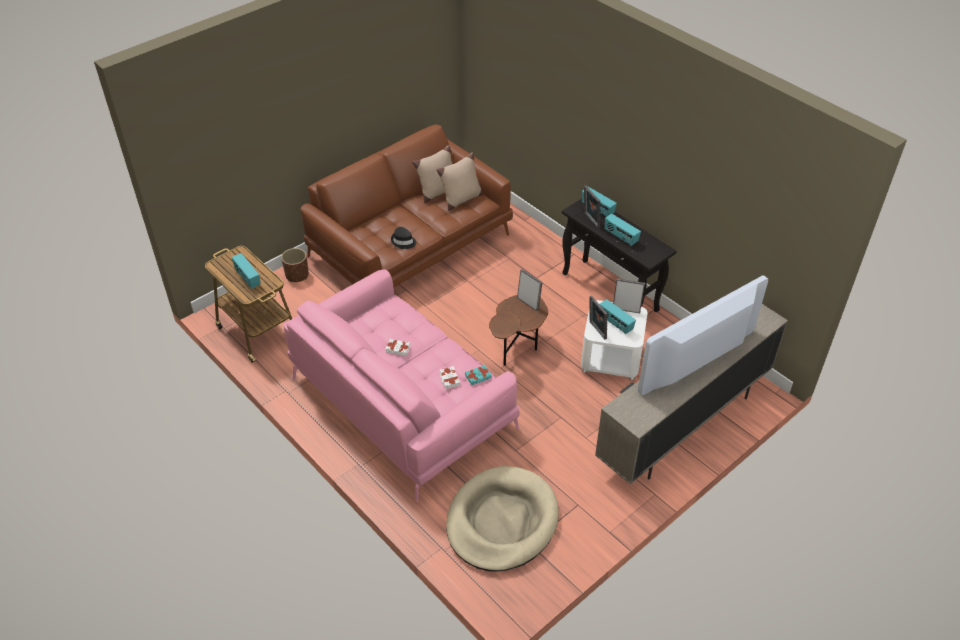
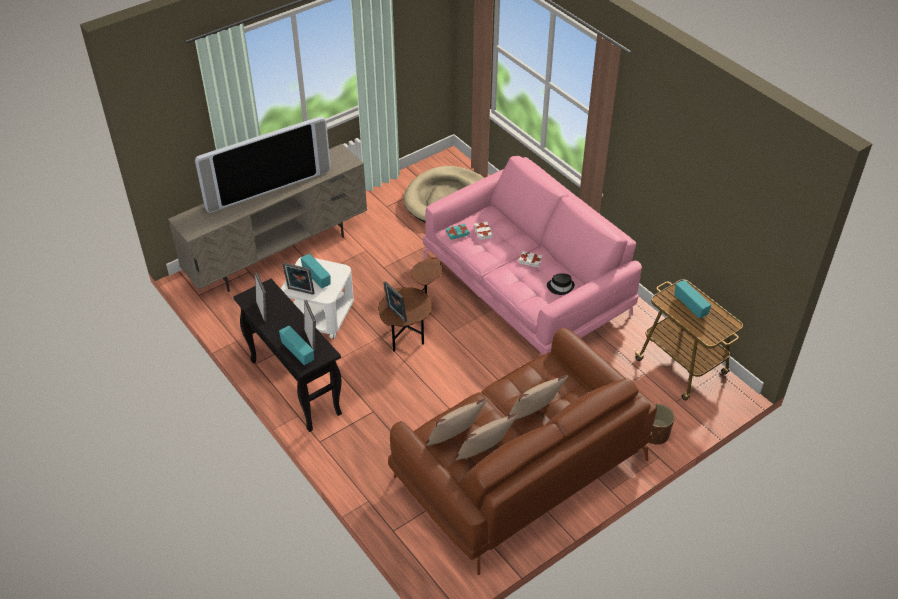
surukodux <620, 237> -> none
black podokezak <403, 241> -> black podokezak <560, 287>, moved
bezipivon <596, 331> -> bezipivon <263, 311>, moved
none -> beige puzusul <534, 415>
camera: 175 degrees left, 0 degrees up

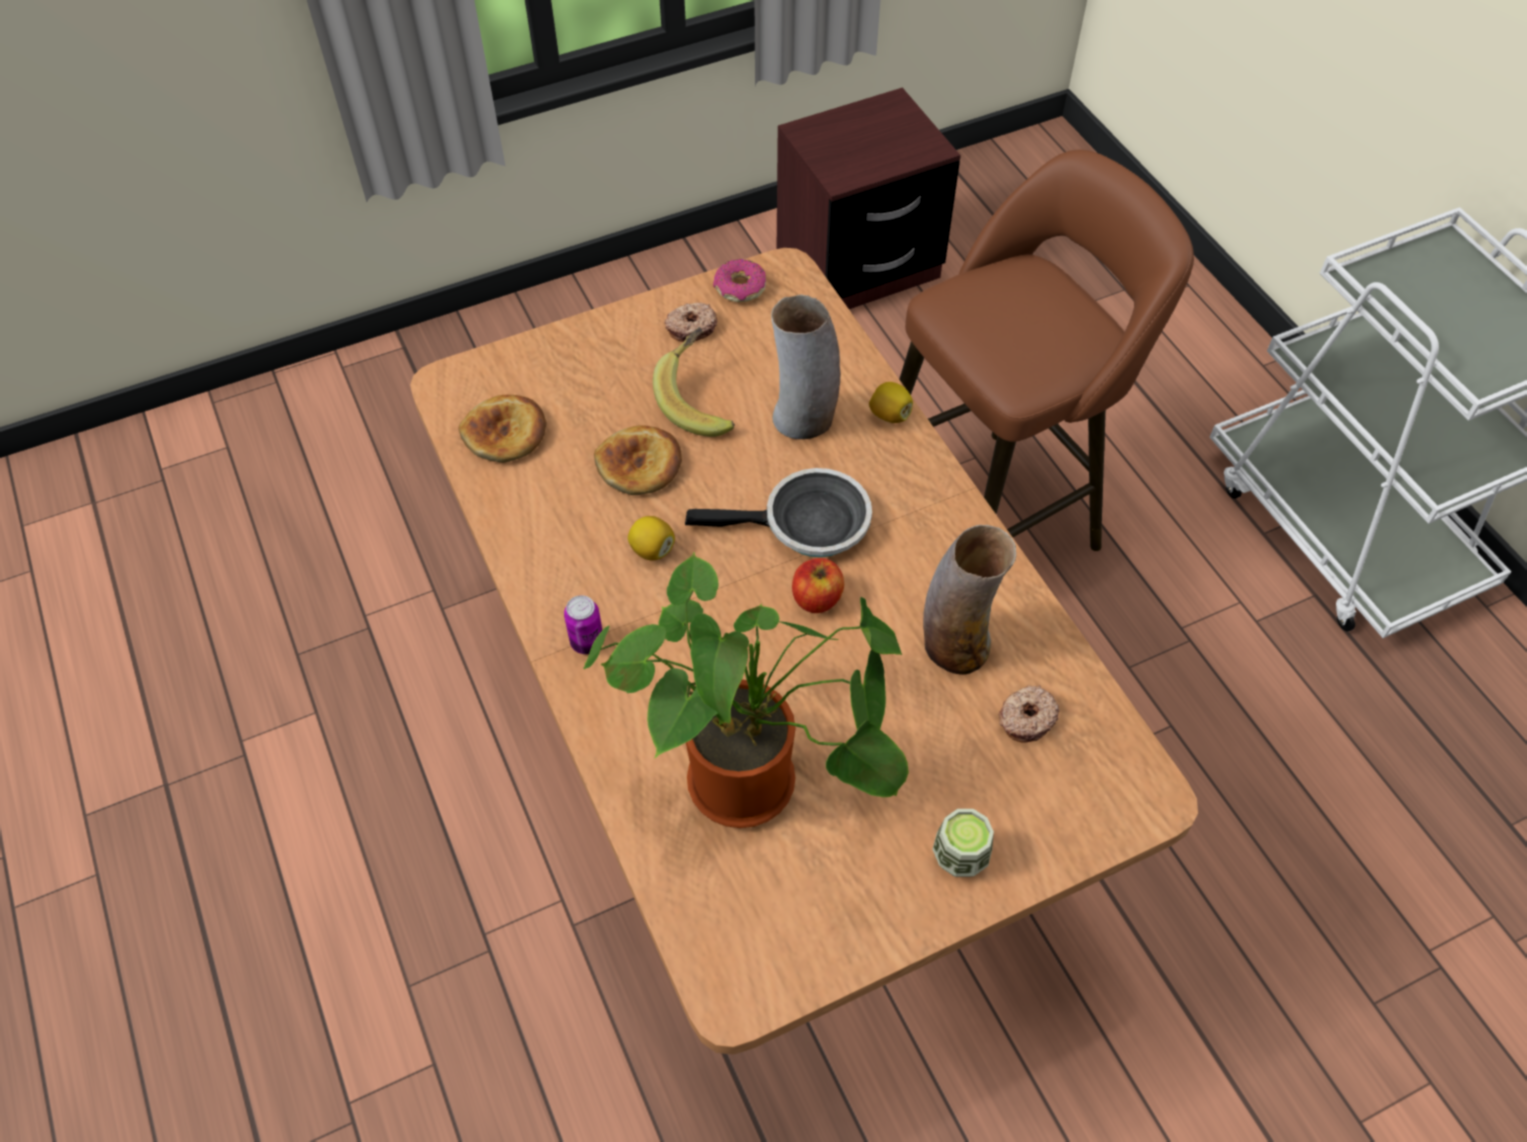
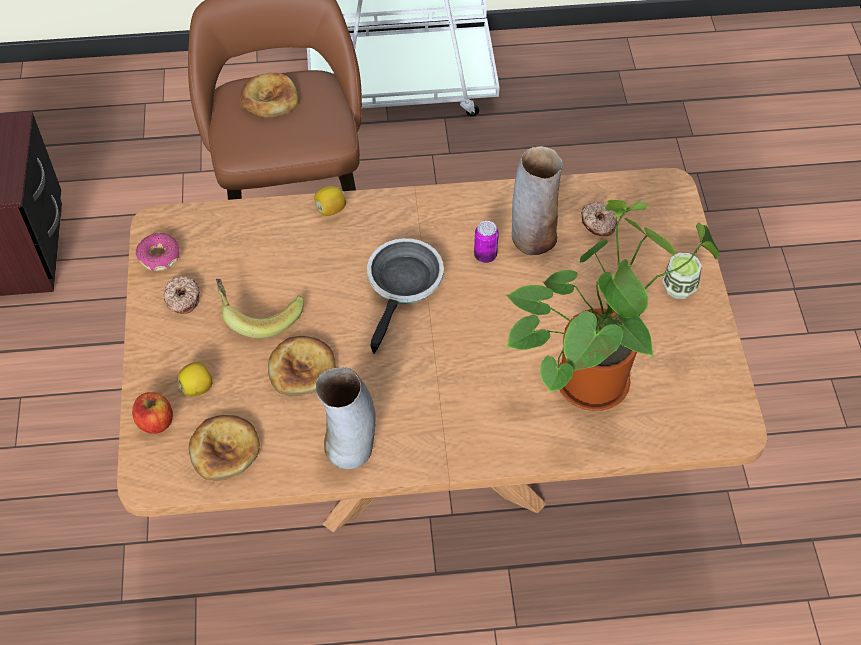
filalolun <804, 419> -> filalolun <350, 446>, moved
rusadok <652, 550> -> rusadok <197, 387>, moved
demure <816, 598> -> demure <155, 422>, moved
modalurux <587, 642> -> modalurux <485, 255>, moved
none -> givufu <269, 99>
camera: 70 degrees left, 0 degrees up

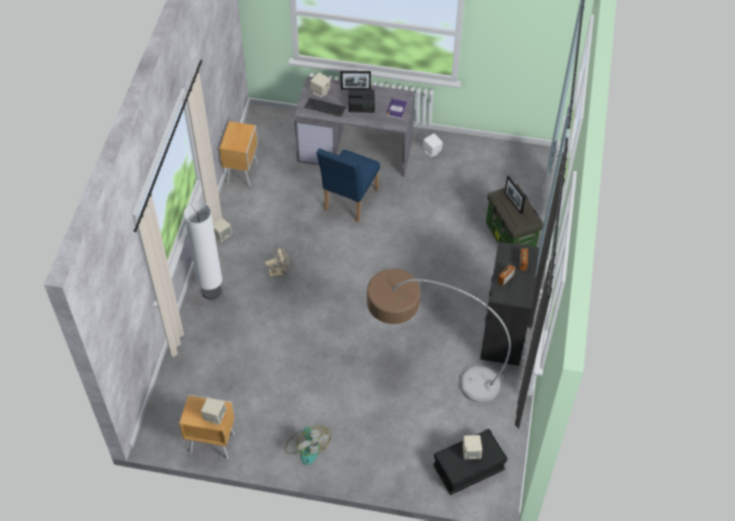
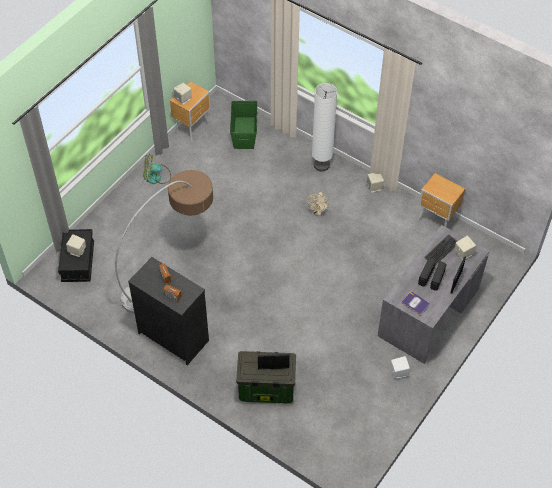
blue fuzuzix <348, 202> -> none
none -> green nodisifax <244, 133>
camera: 115 degrees right, 0 degrees up

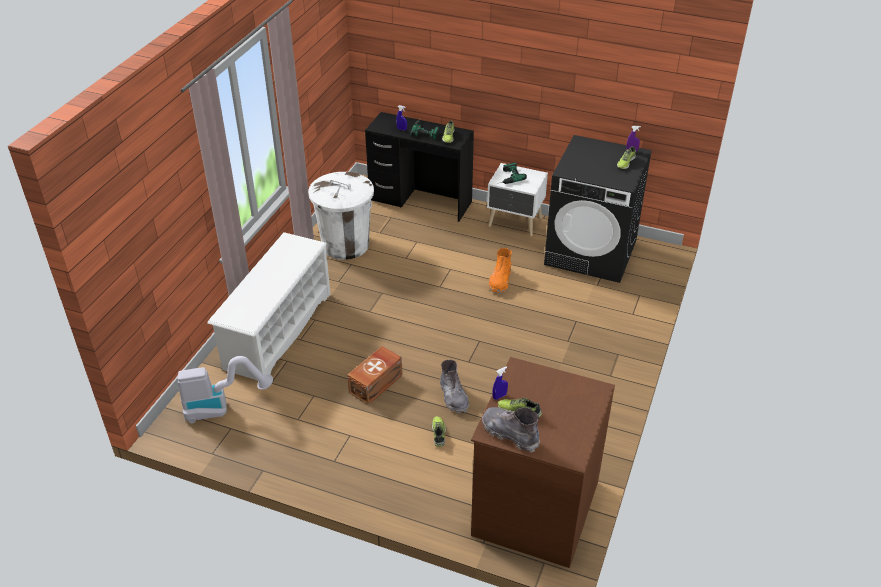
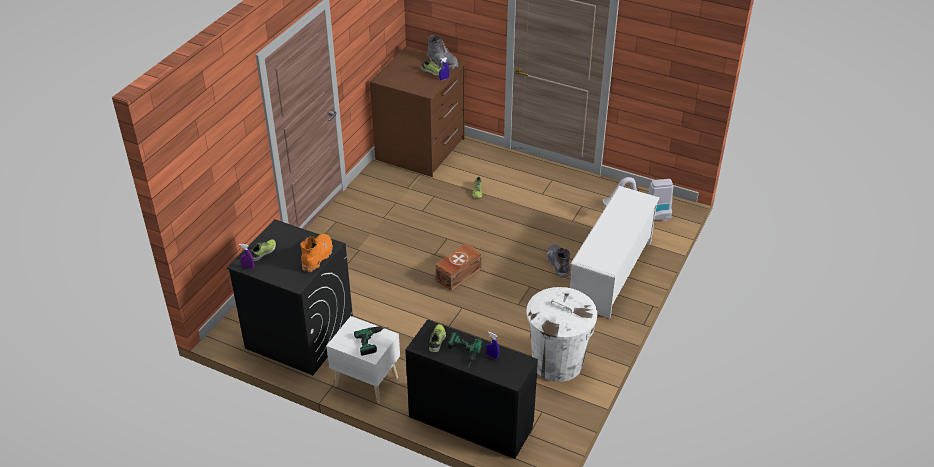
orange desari <500, 281> -> orange desari <317, 257>, moved
brown nodisifax <377, 383> -> brown nodisifax <457, 274>, moved
grey desari <453, 397> -> grey desari <558, 264>, moved
camera: 175 degrees left, 0 degrees up

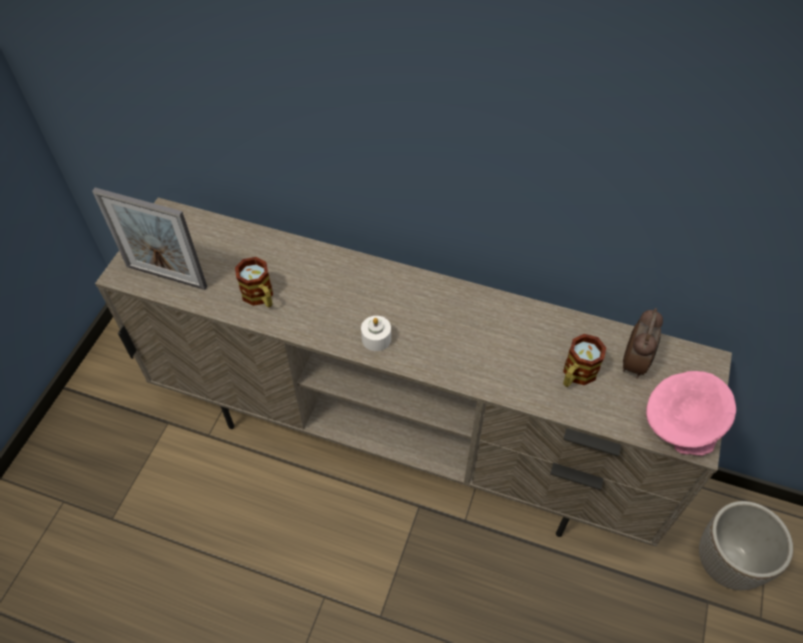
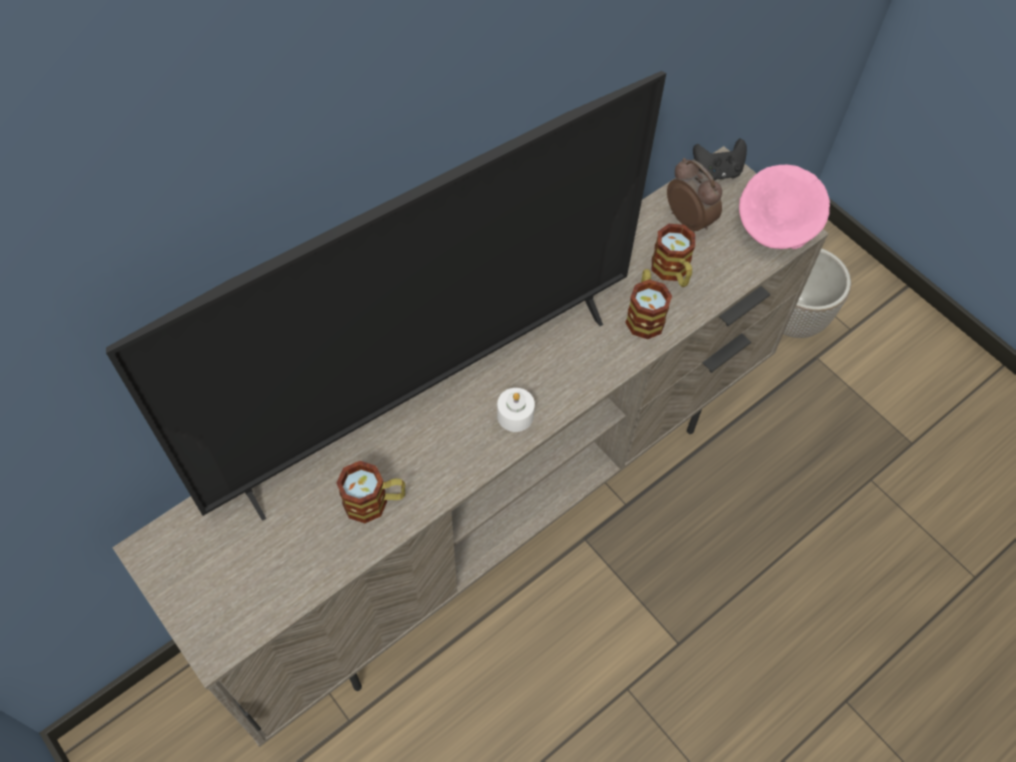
bezipivon <166, 276> -> none
none -> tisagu <426, 396>
none -> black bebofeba <717, 171>
none -> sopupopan <644, 314>
camera: 60 degrees left, 5 degrees up

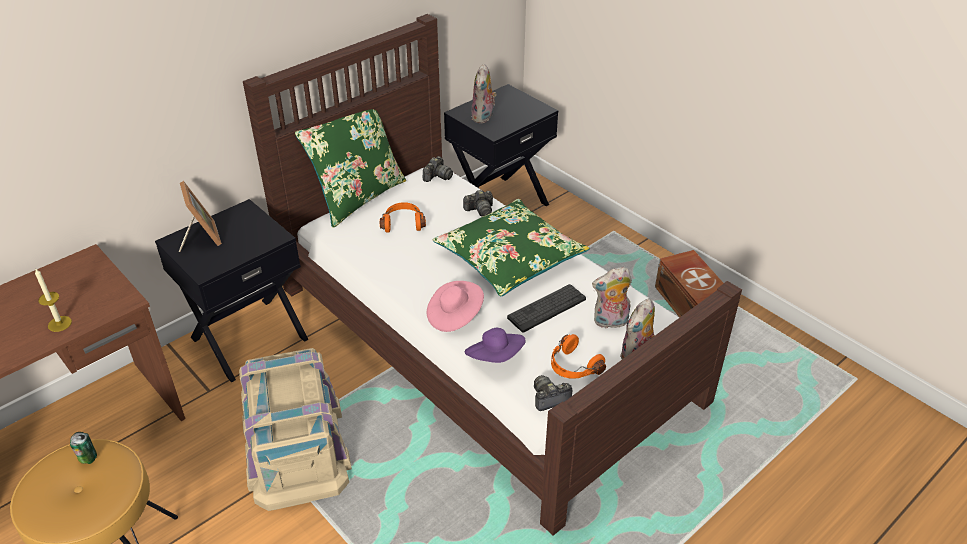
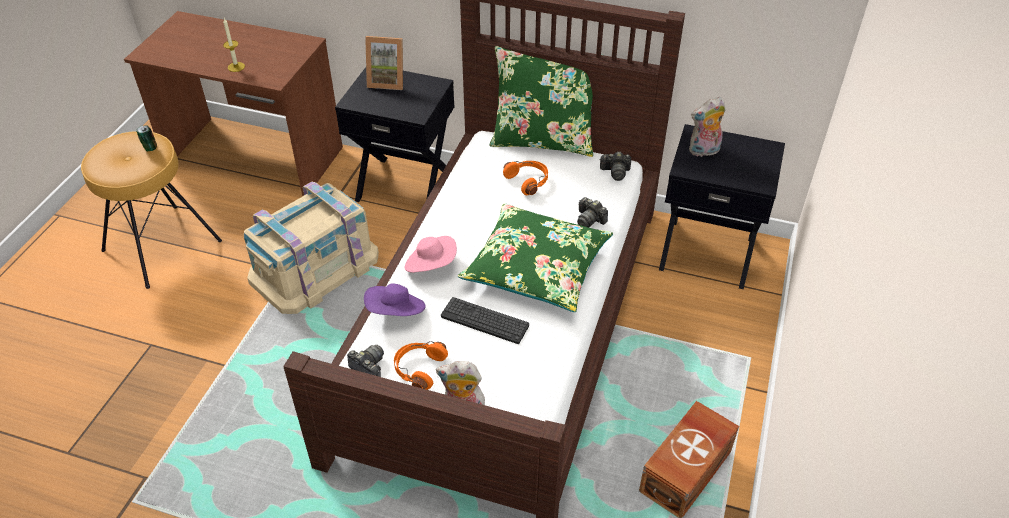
bezipivon <200, 237> -> bezipivon <387, 81>, 60 degrees clockwise
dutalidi <610, 322> -> none
camera: 60 degrees right, 5 degrees up

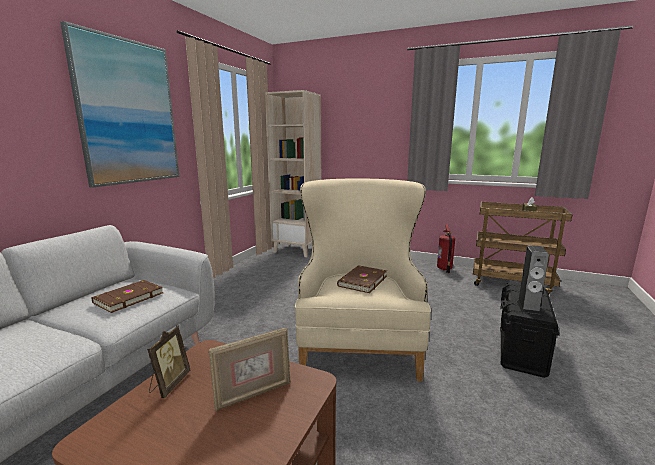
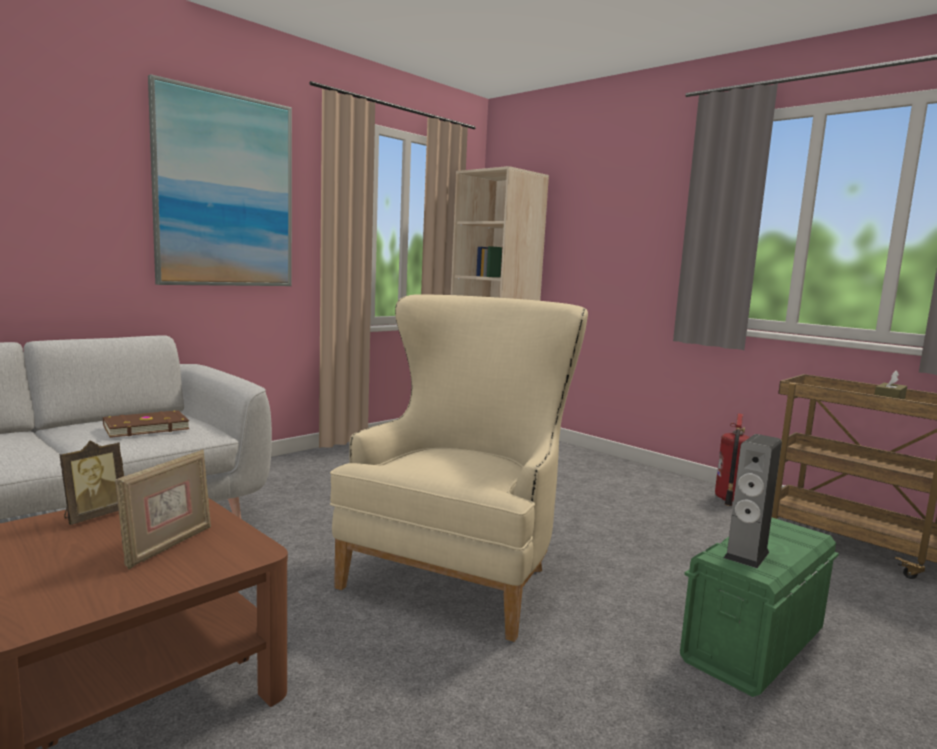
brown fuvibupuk <361, 281> -> none
black nodisifax <521, 349> -> green nodisifax <752, 645>
bezipivon <253, 394> -> bezipivon <168, 546>, 60 degrees counterclockwise
camera: 20 degrees right, 5 degrees down

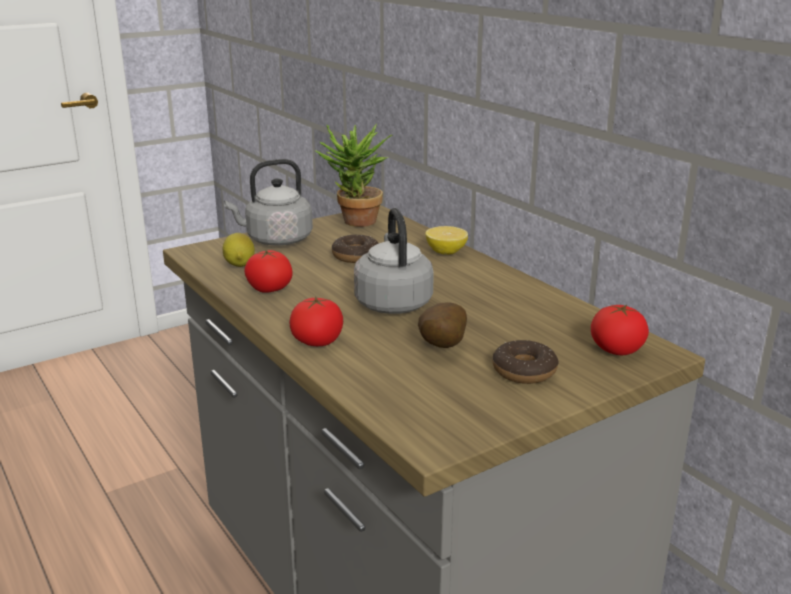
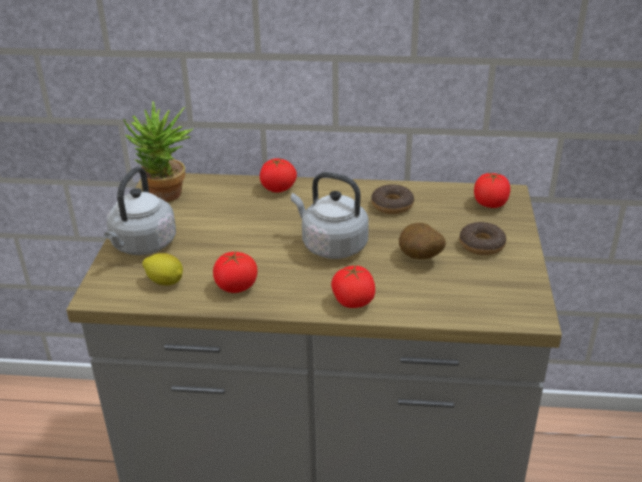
rusadok <446, 252> -> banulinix <278, 188>
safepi <355, 256> -> safepi <392, 205>, moved
camera: 50 degrees left, 10 degrees up

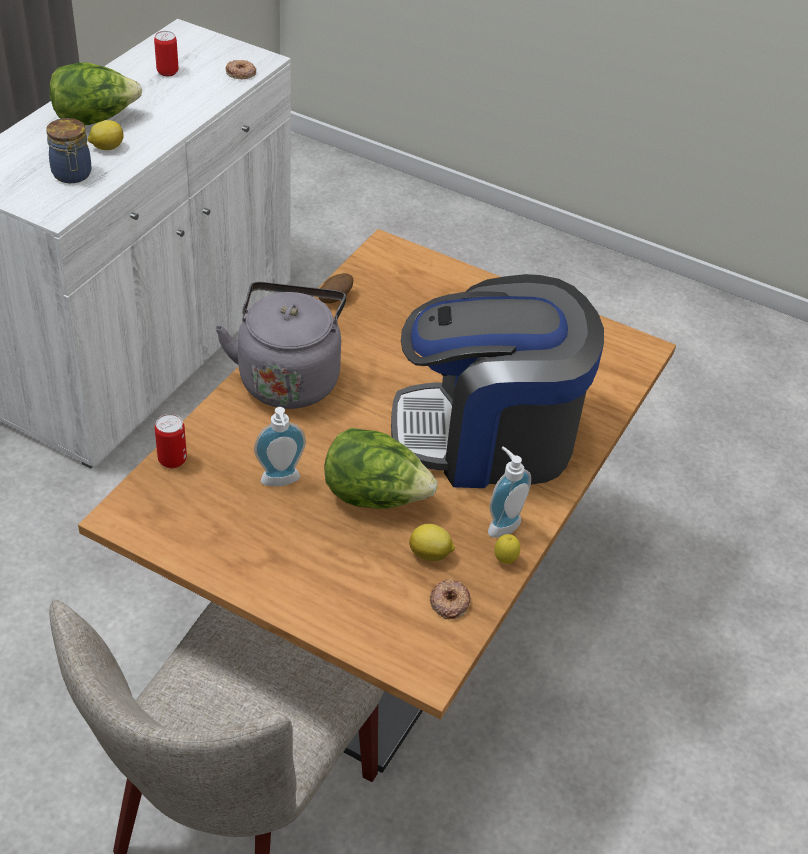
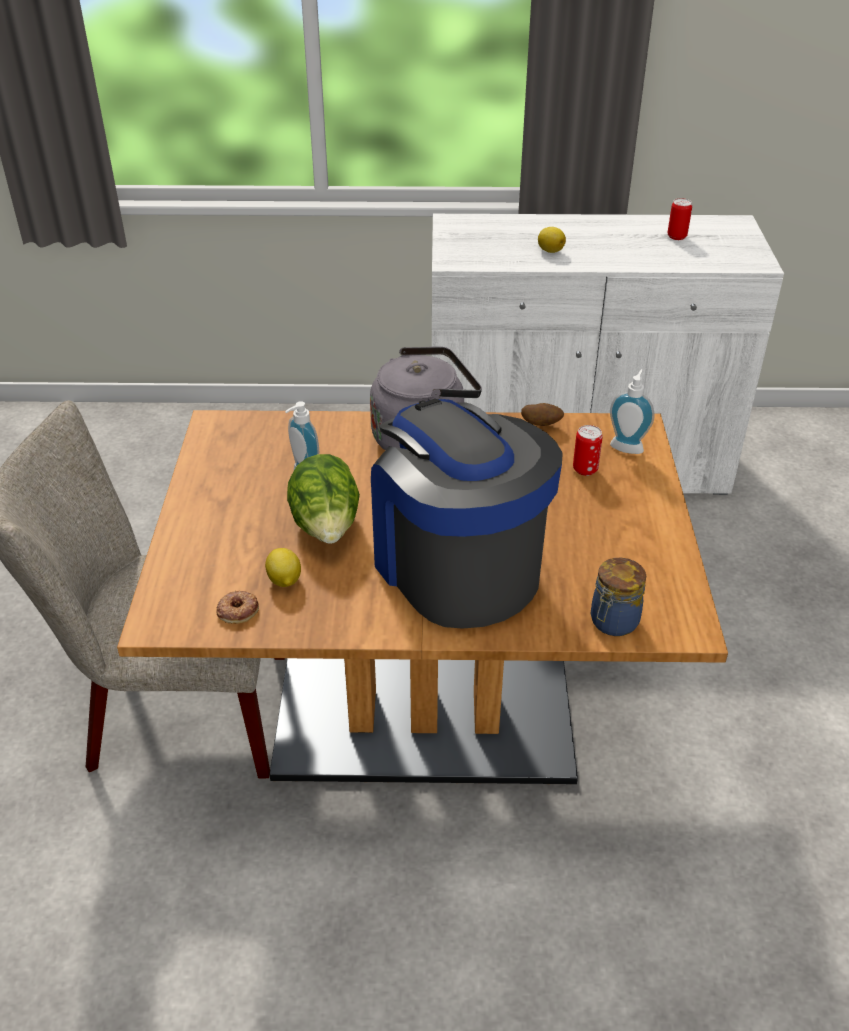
safepi <240, 73> -> none
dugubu <95, 119> -> none
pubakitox <72, 175> -> pubakitox <613, 622>, moved
modalurux <172, 460> -> modalurux <585, 469>, moved
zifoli <501, 524> -> zifoli <627, 446>, moved
rusadok <505, 561> -> none
camera: 65 degrees right, 5 degrees down

